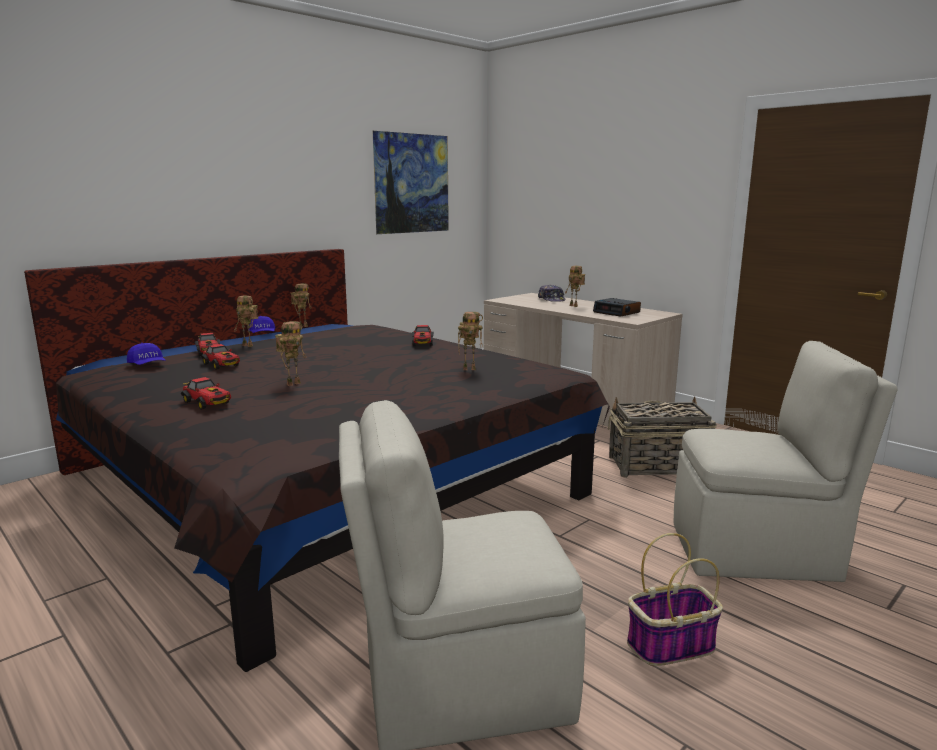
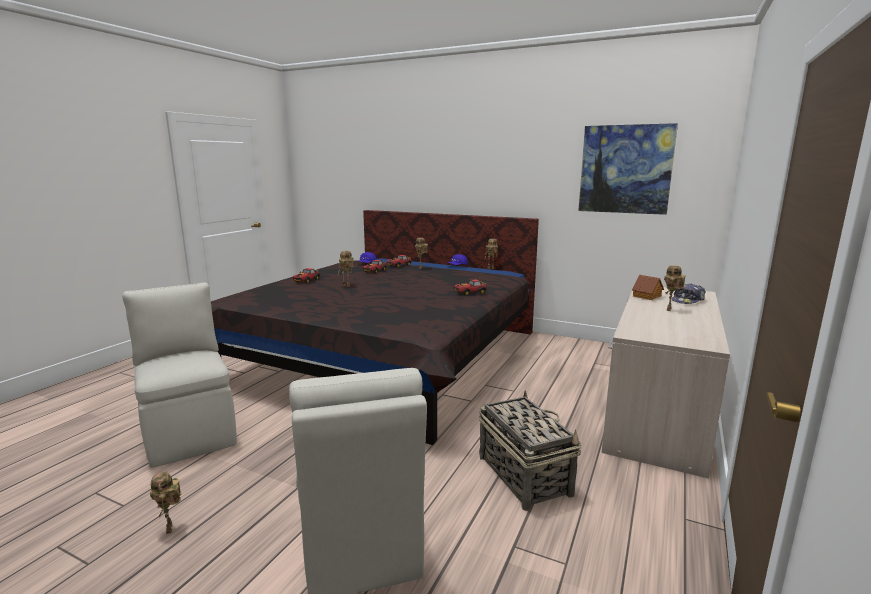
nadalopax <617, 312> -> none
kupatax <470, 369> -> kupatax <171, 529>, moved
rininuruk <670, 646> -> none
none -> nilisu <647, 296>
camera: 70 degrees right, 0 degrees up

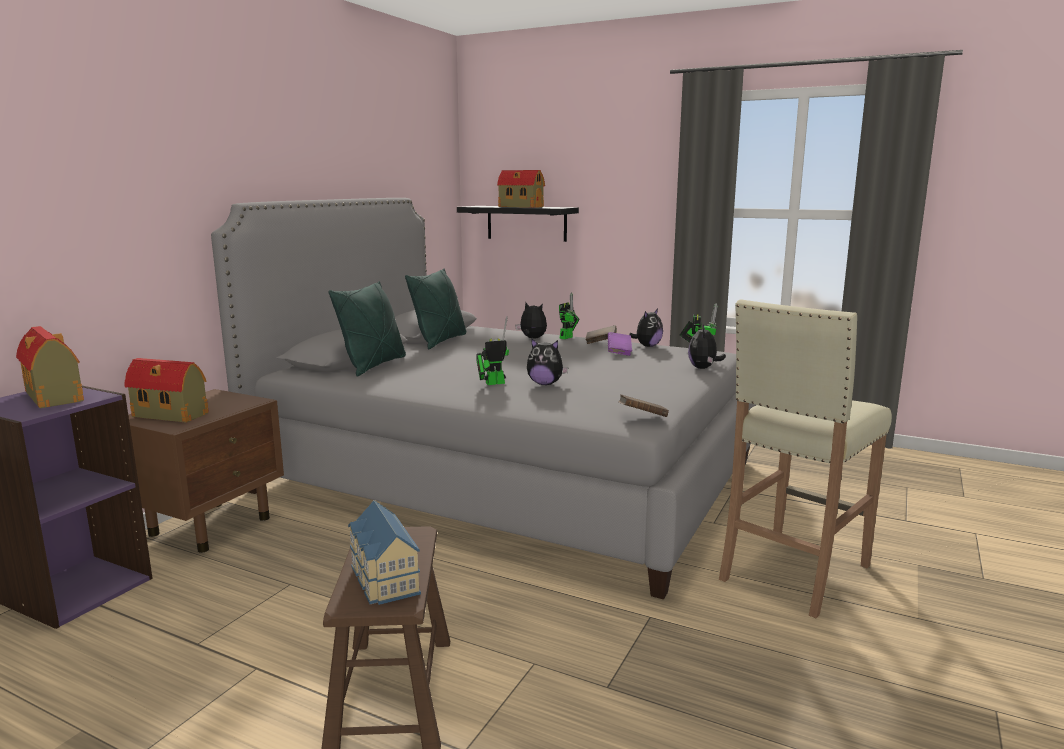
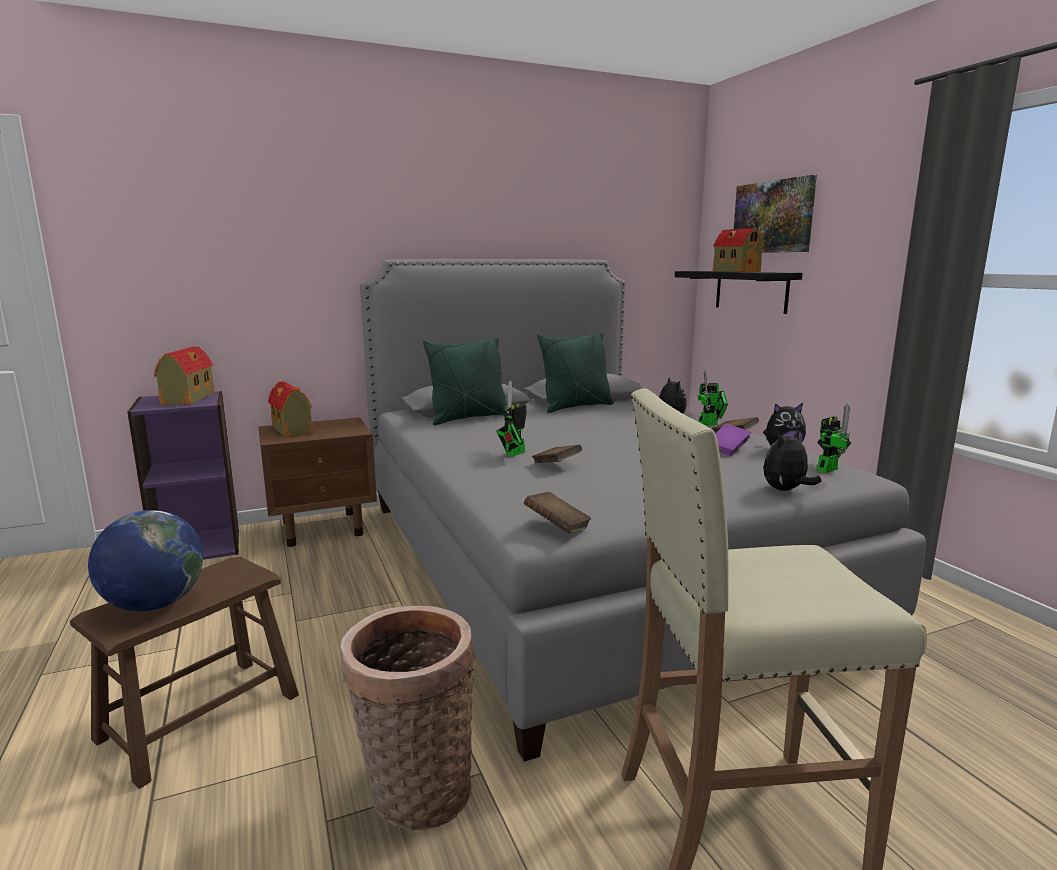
kupatax <492, 383> -> kupatax <513, 454>, 75 degrees counterclockwise
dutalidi <545, 384> -> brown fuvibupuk <556, 465>
nilisu <383, 580> -> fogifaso <154, 604>
none -> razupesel <773, 217>
none -> rininuruk <415, 791>
camera: 40 degrees right, 0 degrees up

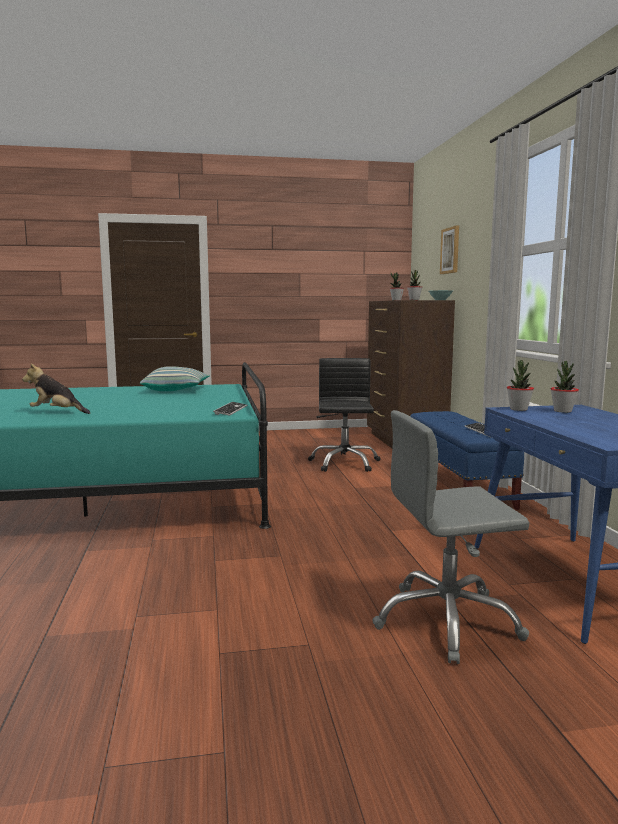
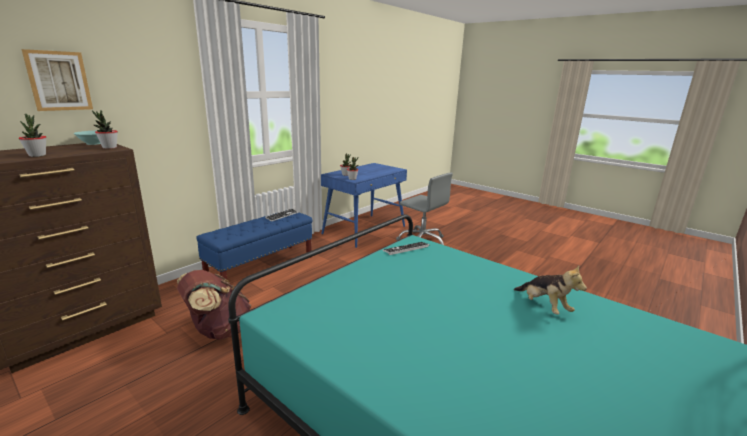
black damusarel <344, 463> -> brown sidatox <218, 331>
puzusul <176, 390> -> none
camera: 130 degrees left, 10 degrees up

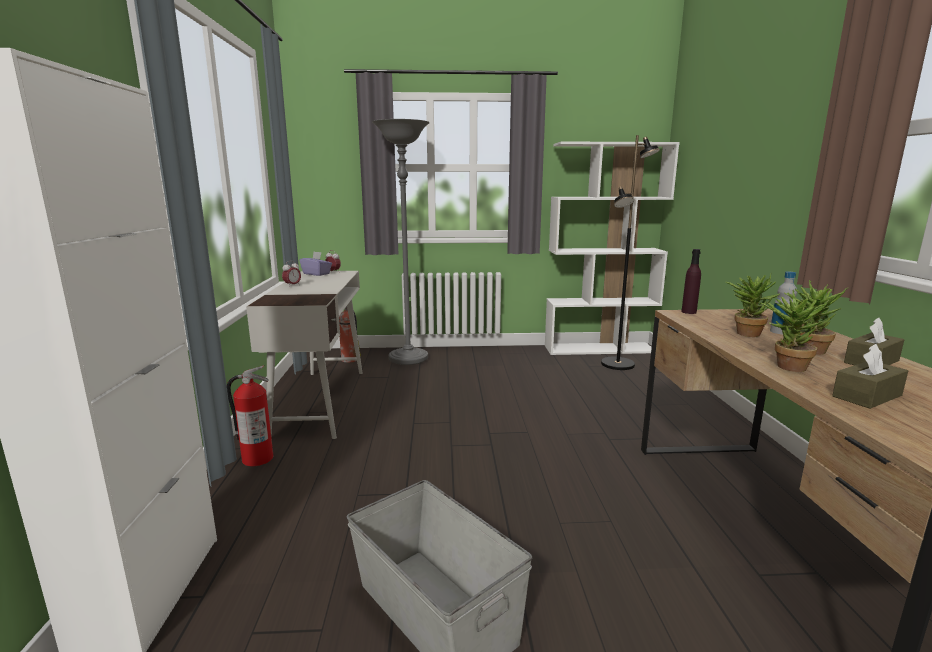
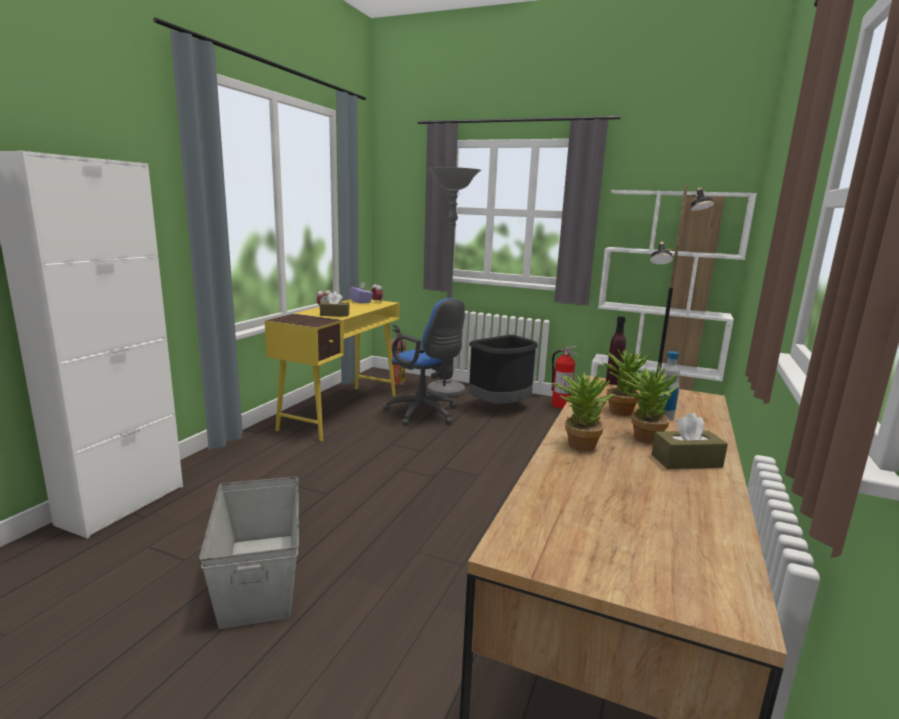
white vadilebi <321, 401> -> yellow vadilebi <341, 411>
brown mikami <867, 396> -> brown mikami <334, 314>, moved
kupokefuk <257, 458> -> kupokefuk <560, 405>, moved
none -> blue damusarel <425, 414>
none -> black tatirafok <501, 407>
camera: 25 degrees right, 0 degrees up

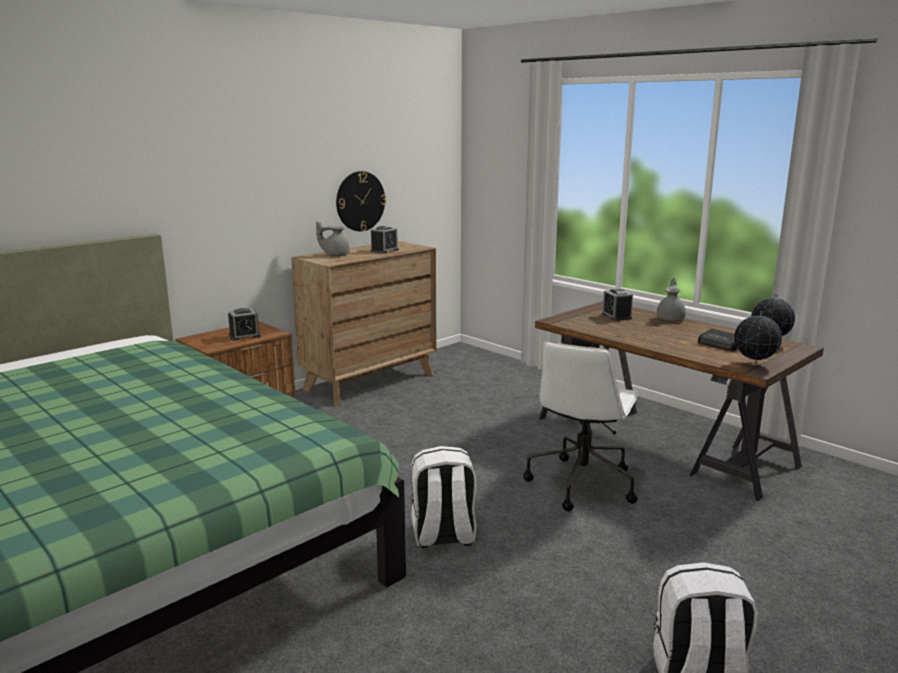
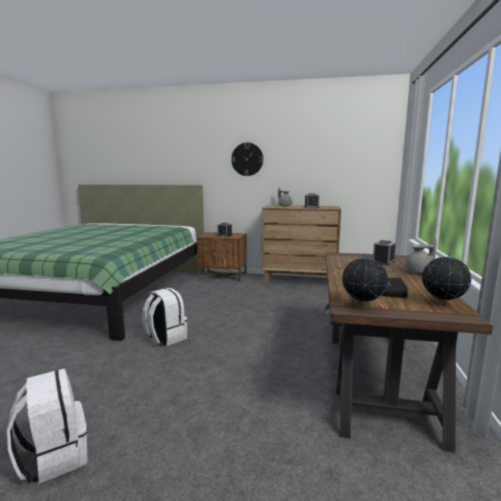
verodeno <360, 201> -> verodeno <247, 159>, moved
white damusarel <582, 483> -> none
camera: 55 degrees right, 5 degrees down

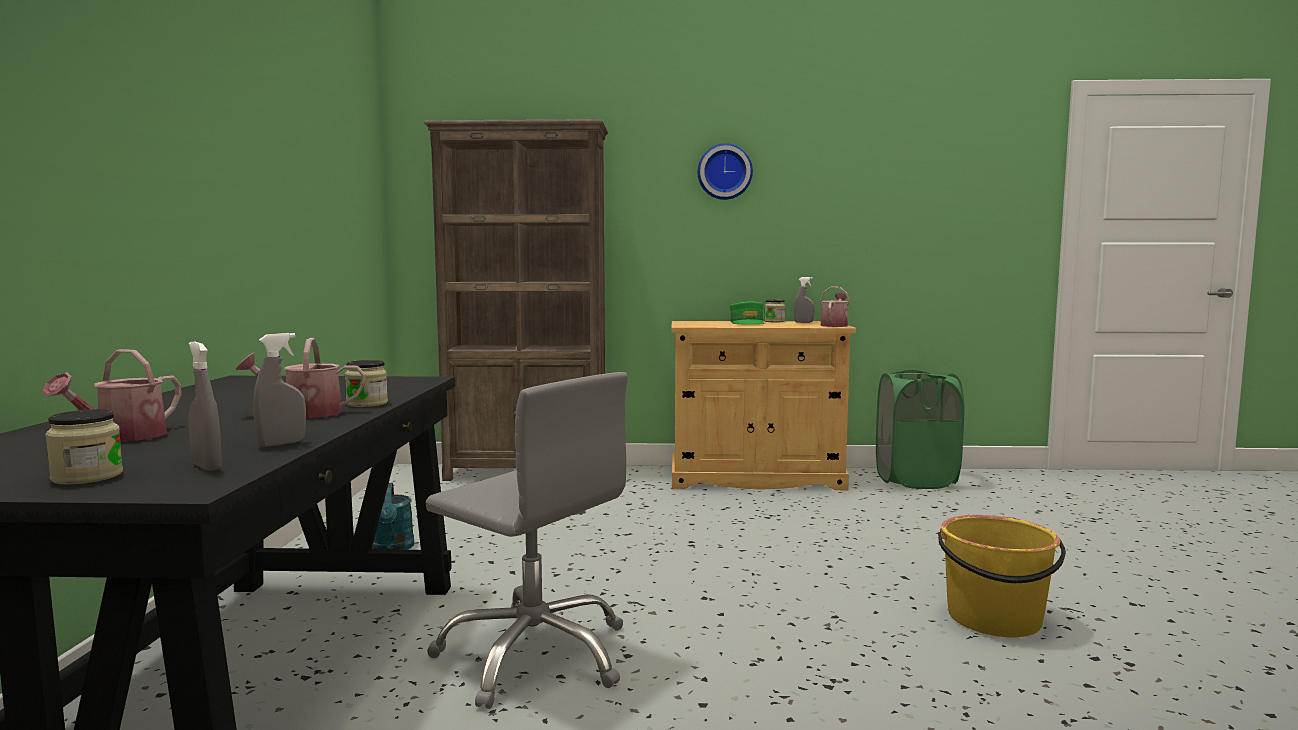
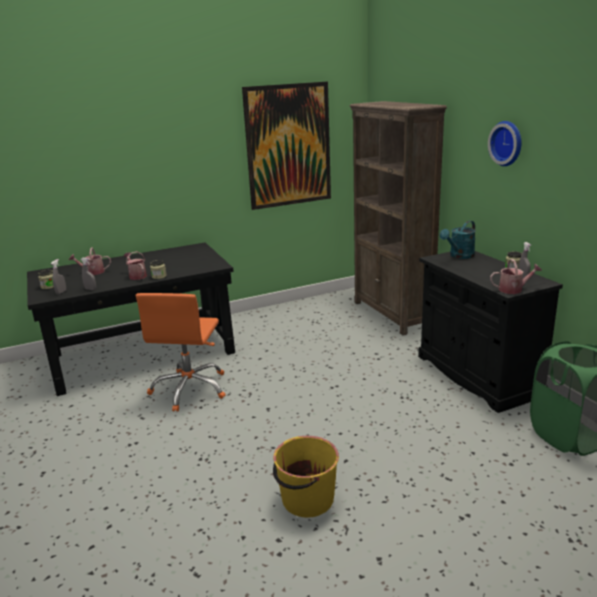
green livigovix <747, 323> -> none
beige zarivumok <755, 478> -> black zarivumok <477, 375>
grey damusarel <535, 654> -> orange damusarel <190, 389>
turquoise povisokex <392, 549> -> turquoise povisokex <459, 256>, moved
none -> razupesel <288, 146>
camera: 65 degrees right, 15 degrees up

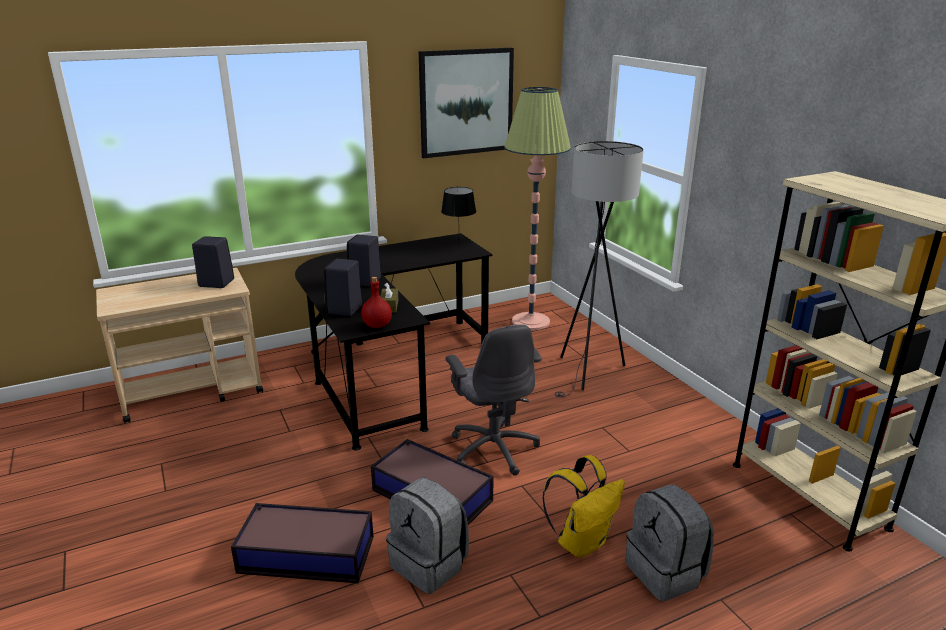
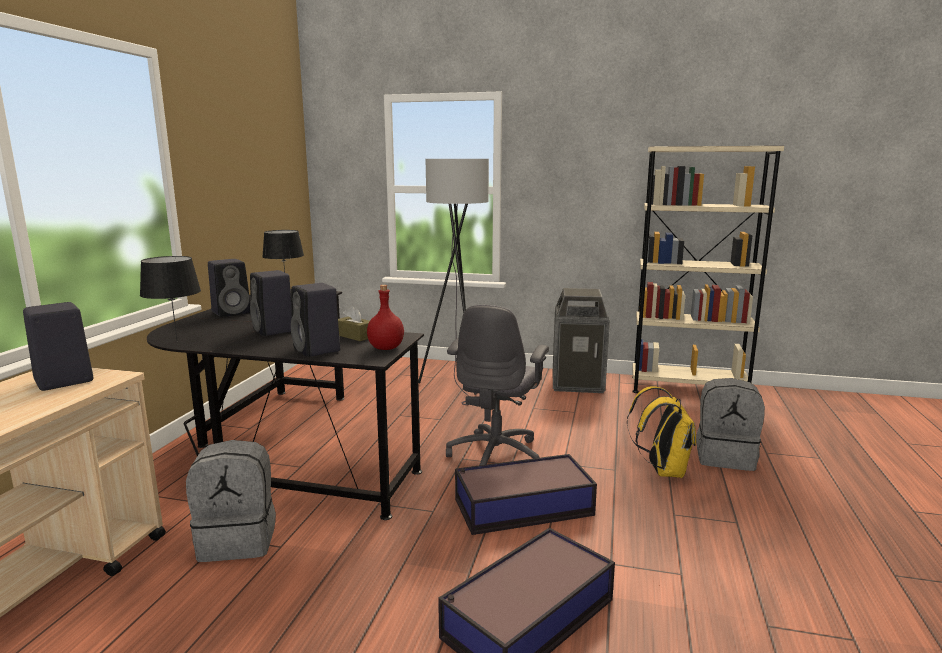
razupesel <466, 102> -> none
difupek <530, 321> -> none
grey damusarel <493, 448> -> grey damusarel <496, 454>, 90 degrees clockwise
grey sidatox <430, 564> -> grey sidatox <239, 540>, moved
none -> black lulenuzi <177, 341>
none -> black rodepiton <232, 312>
none -> tatirafok <578, 383>
camera: 50 degrees left, 10 degrees down

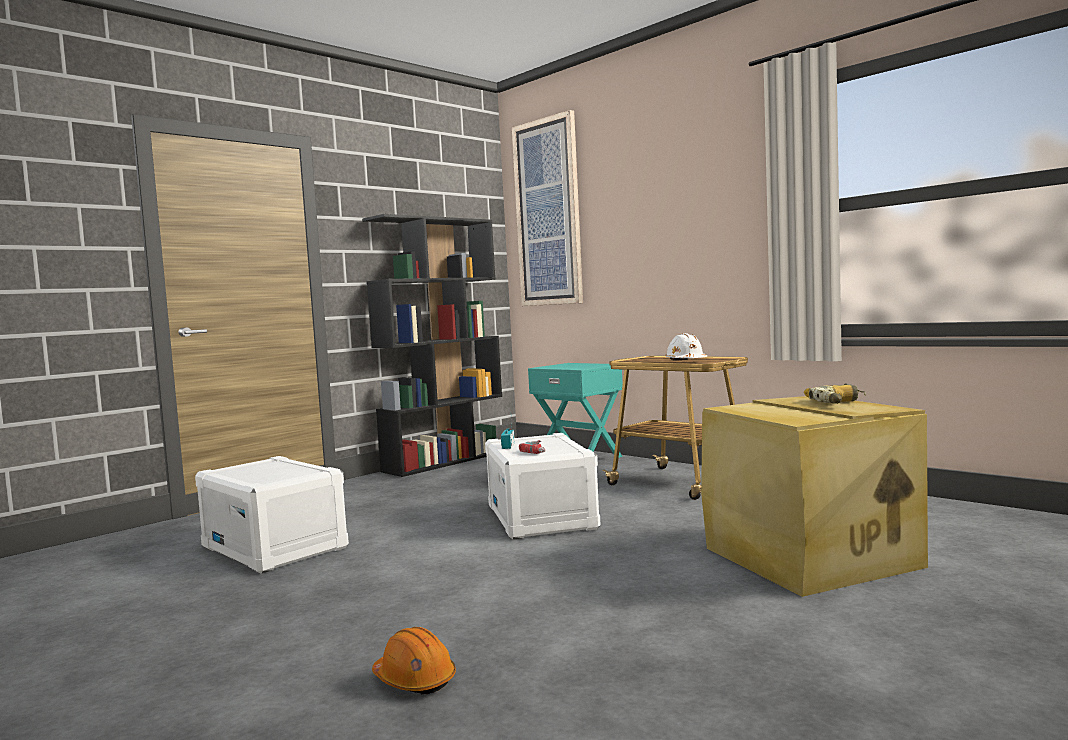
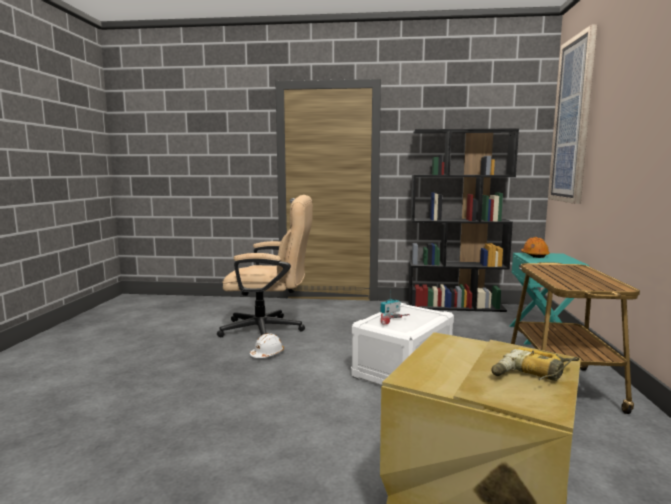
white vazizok <686, 361> -> white vazizok <267, 354>, moved
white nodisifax <275, 547> -> beige damusarel <270, 330>
orange vazizok <414, 680> -> orange vazizok <534, 255>, moved
camera: 50 degrees right, 5 degrees up

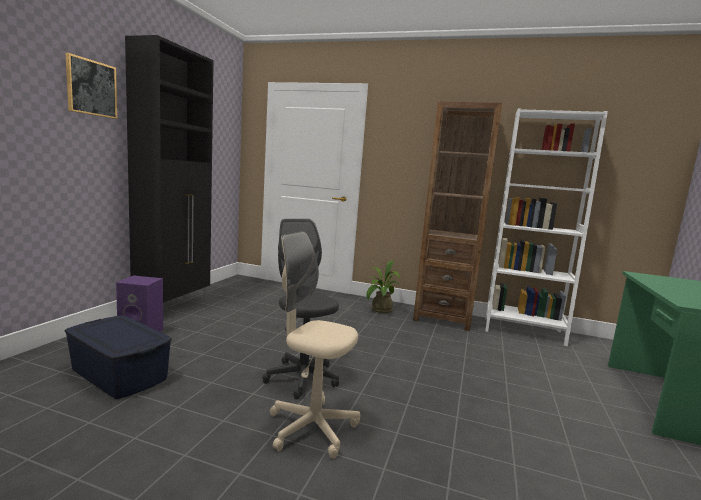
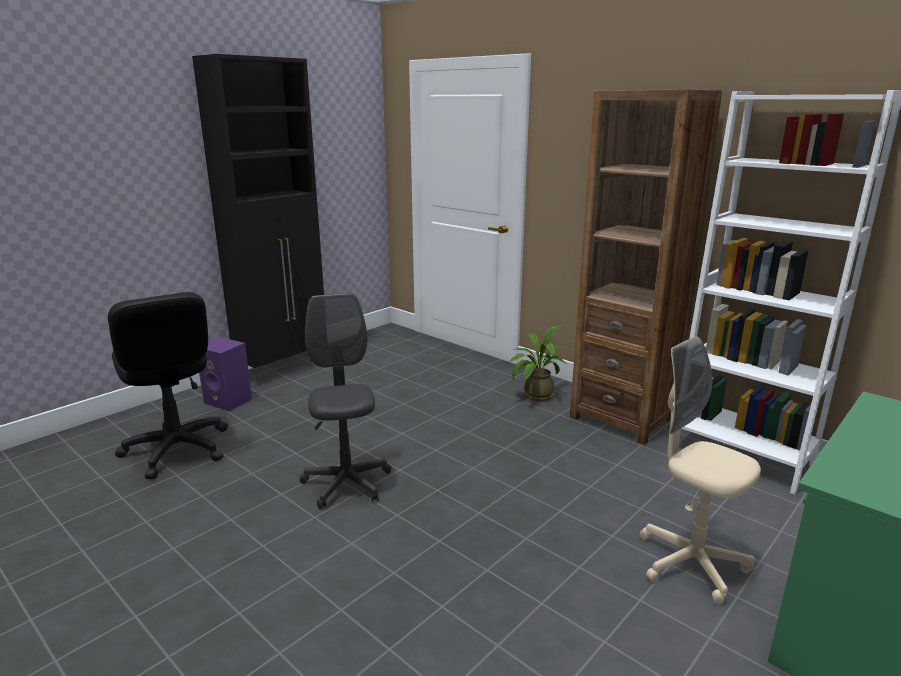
razupesel <91, 88> -> none
beige damusarel <312, 428> -> beige damusarel <691, 563>, moved
blue nodisifax <118, 374> -> black damusarel <176, 449>
camera: 25 degrees right, 10 degrees up

